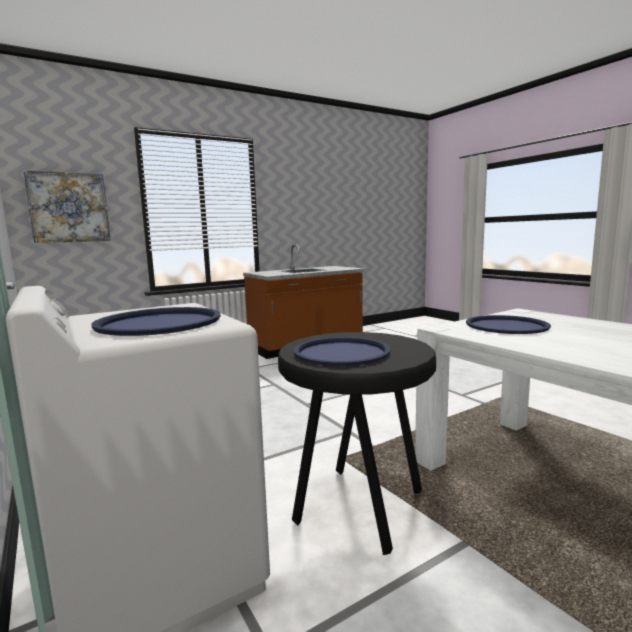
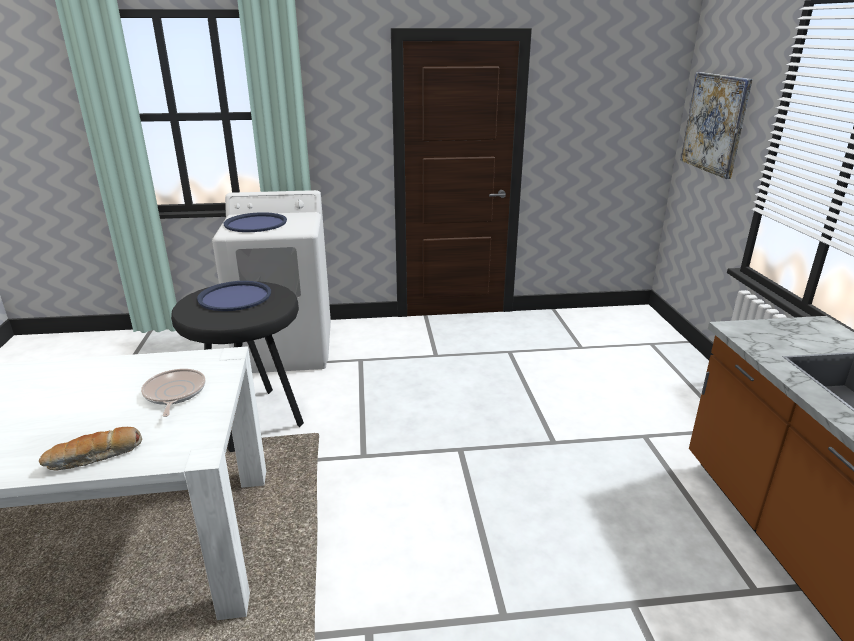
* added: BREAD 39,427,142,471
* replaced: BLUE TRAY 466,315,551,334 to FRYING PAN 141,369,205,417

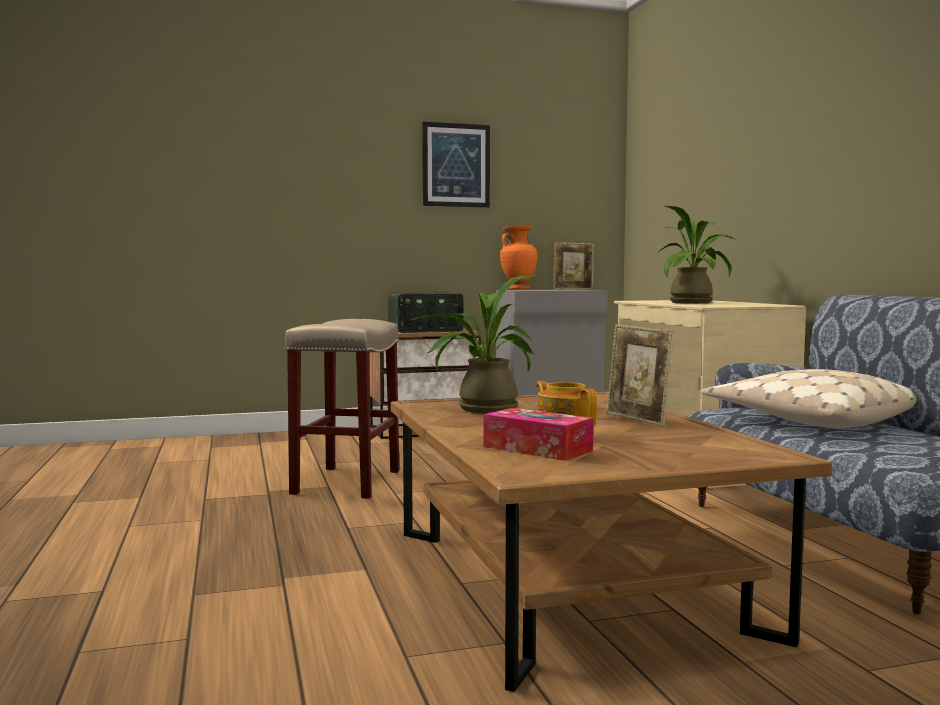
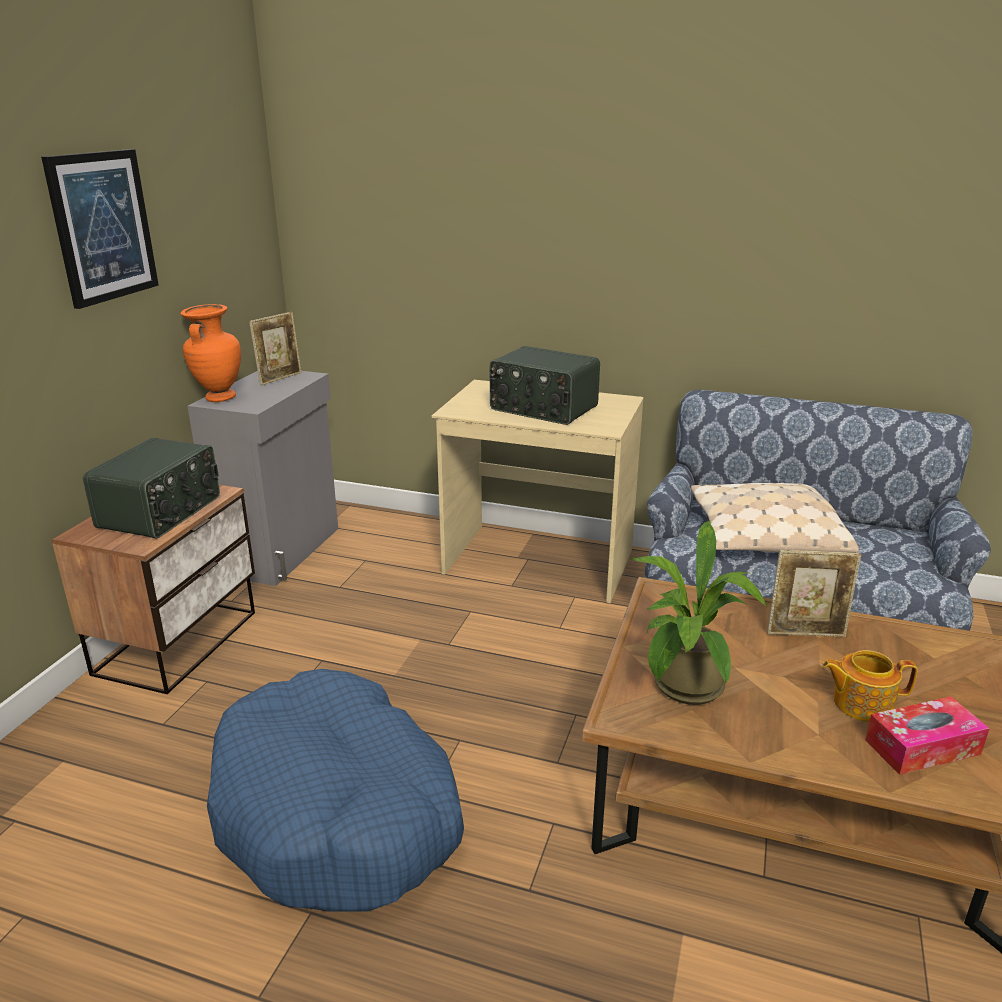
* replaced: BEIGE STOOL 285,319,399,499 to BLUE DOG BED 207,669,464,912
* replaced: POTTED PLANT 658,206,738,304 to RADIO 490,346,600,425

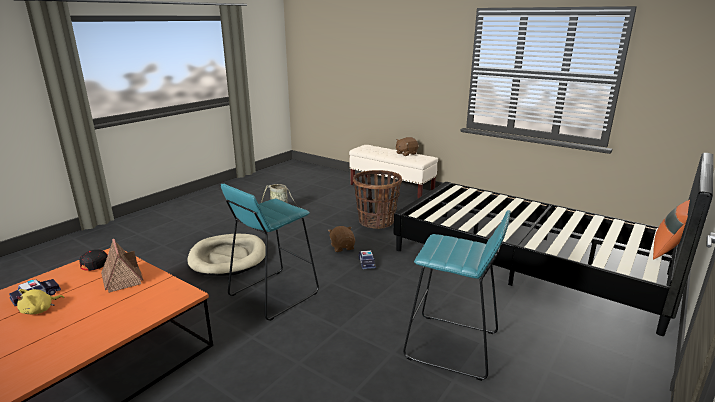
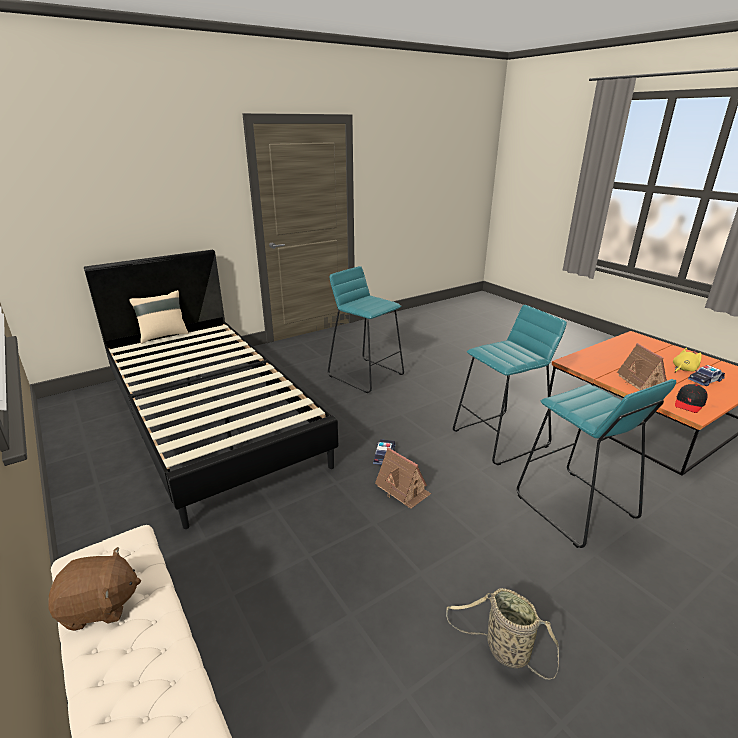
* recoloured: ORANGE PILLOW 653,200,690,259 to BEIGE PILLOW 129,290,189,344
* replaced: BROWN PLUSH TOY 328,226,355,252 to TOY HOUSE 375,447,431,509
* replaced: BEIGE DOG BED 187,234,266,276 to TURQUOISE STOOL 517,379,676,548
* removed: BASKET 353,170,402,229

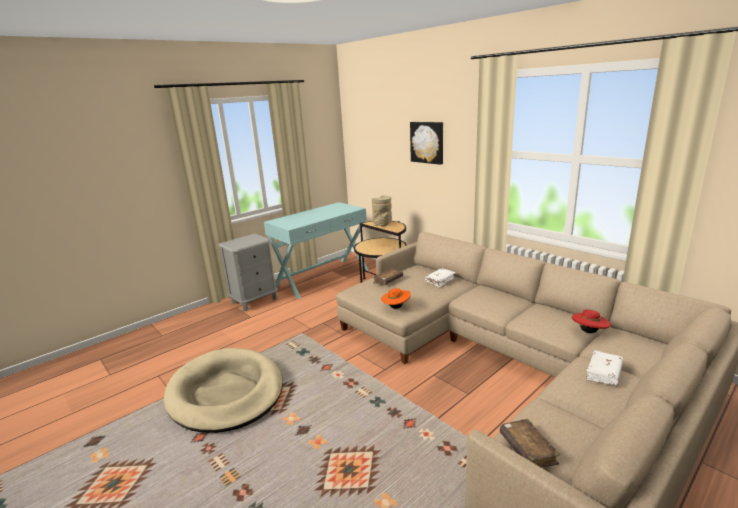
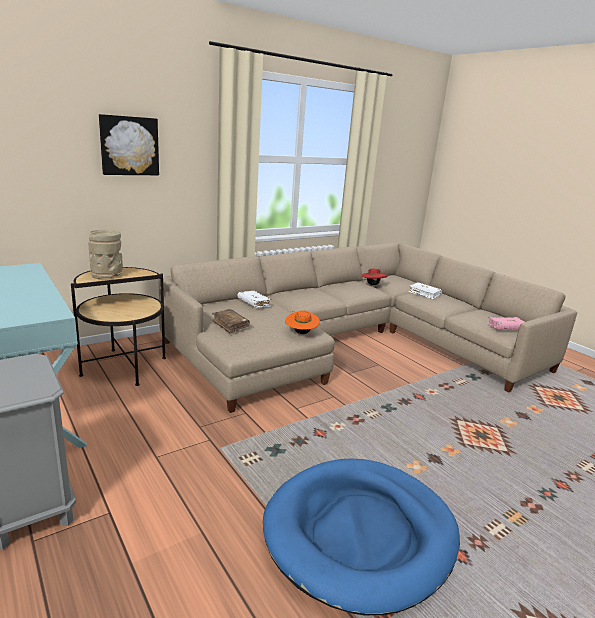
* recoloured: BEIGE DOG BED 164,348,283,433 to BLUE DOG BED 263,459,460,615
* recoloured: BROWN BOOK 500,419,561,468 to PINK BOOK 487,317,524,329

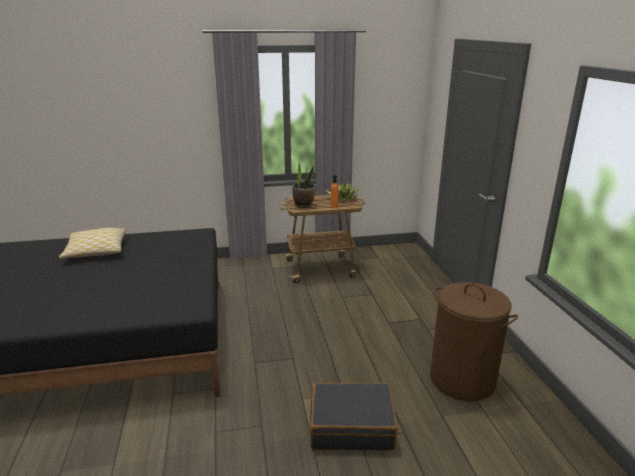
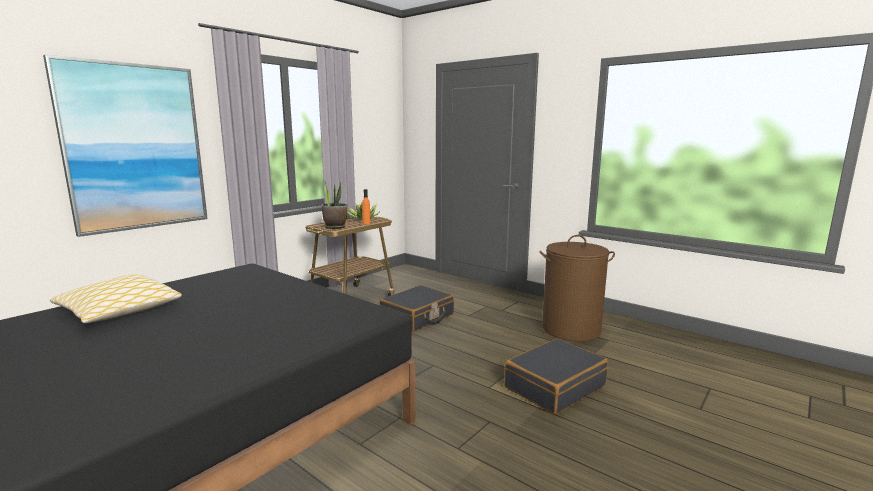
* added: PICTURE 43,55,208,237
* added: BLACK SUITCASE 380,285,454,332

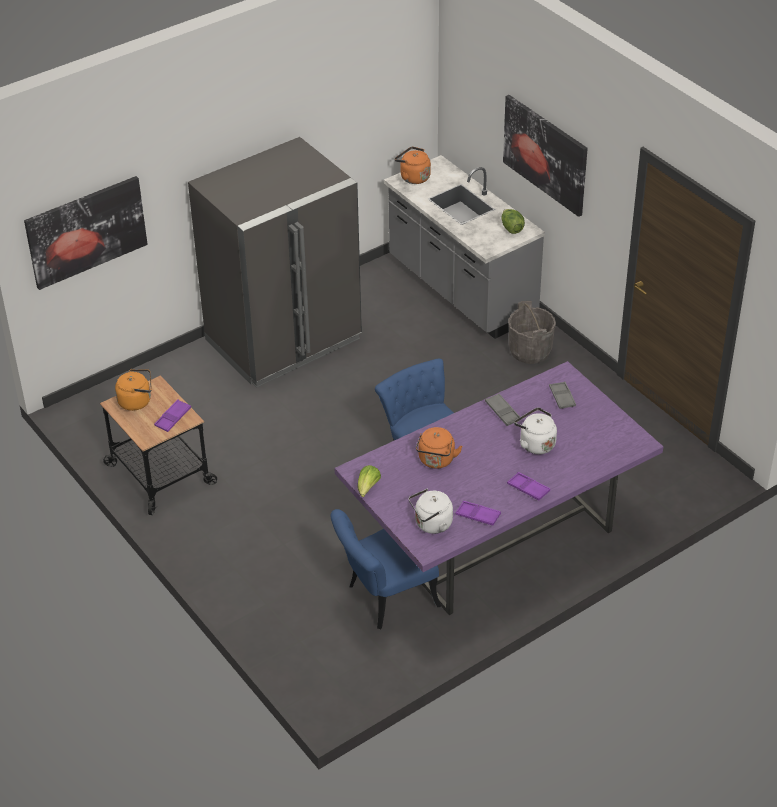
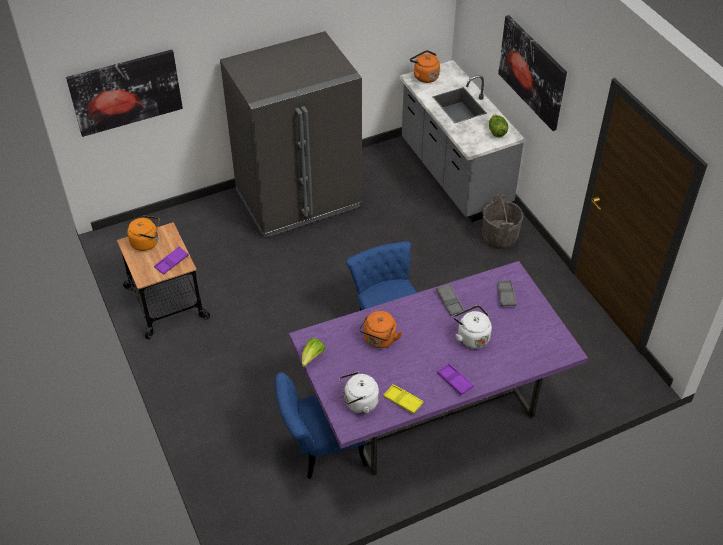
* recoloured: PURPLE TRAY 455,501,501,525 to YELLOW TRAY 383,384,424,414

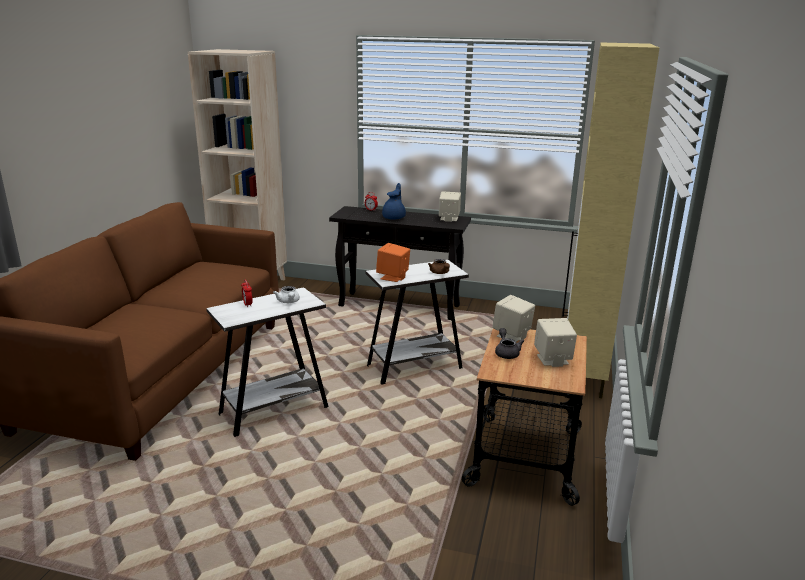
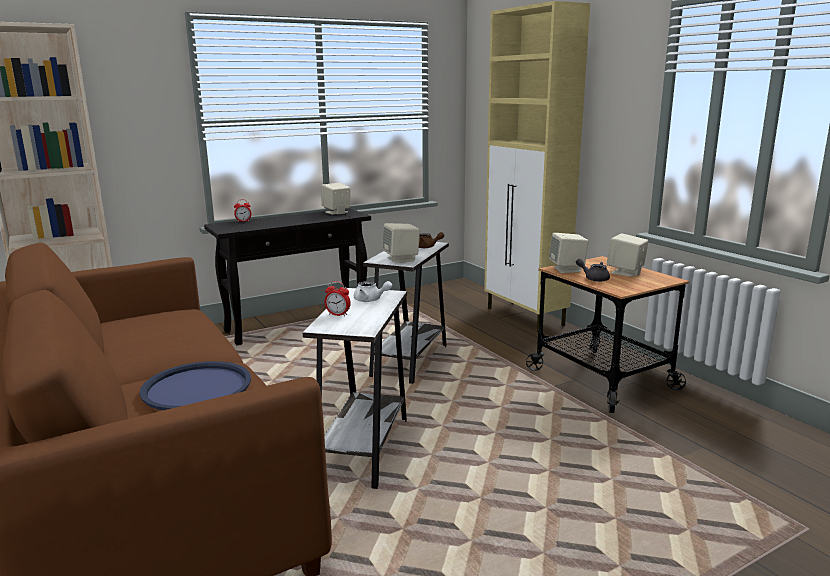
* added: BLUE TRAY 139,361,251,410
* recoloured: ORANGE SPEAKER 376,243,410,282 to BEIGE SPEAKER 382,223,420,263
* removed: BLUE TEAPOT 382,183,406,220

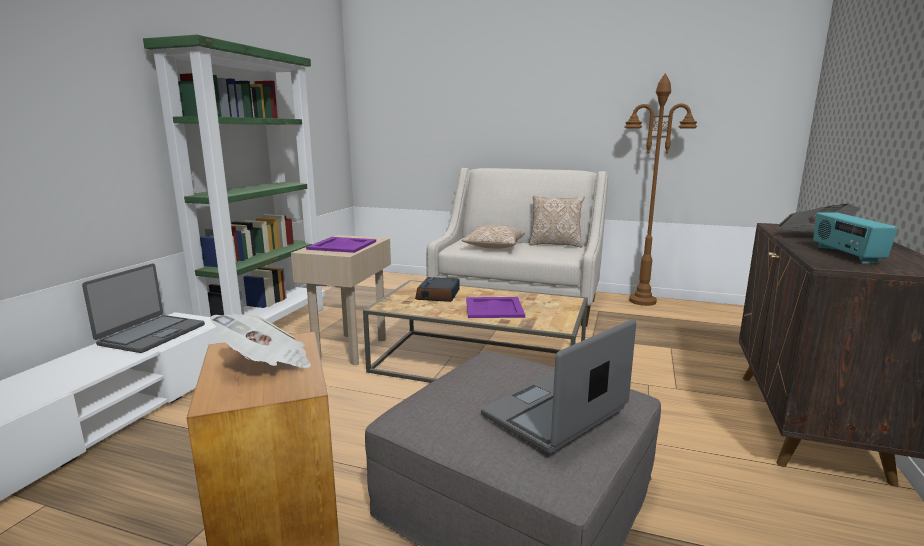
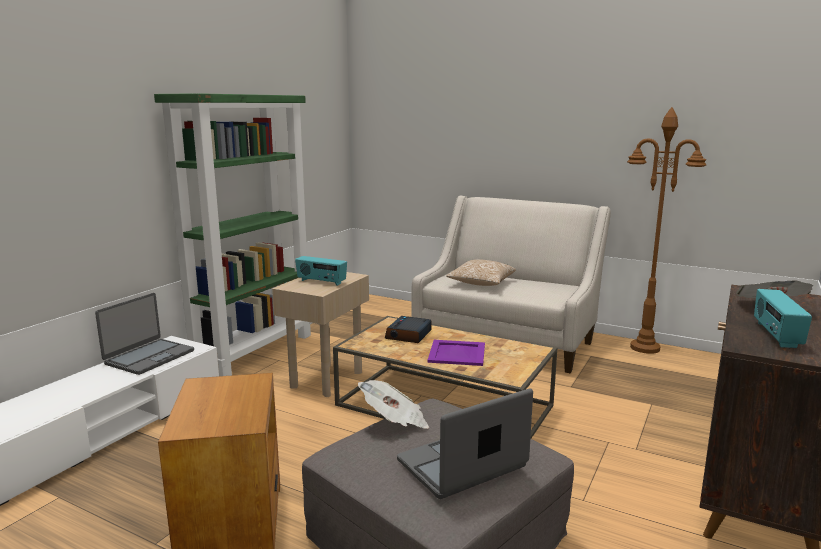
* replaced: PURPLE TRAY 306,237,376,253 to RADIO 295,256,347,286
* moved: NEWSPAPER 210,314,311,368 to 358,380,429,429
* removed: PILLOW 529,196,584,248

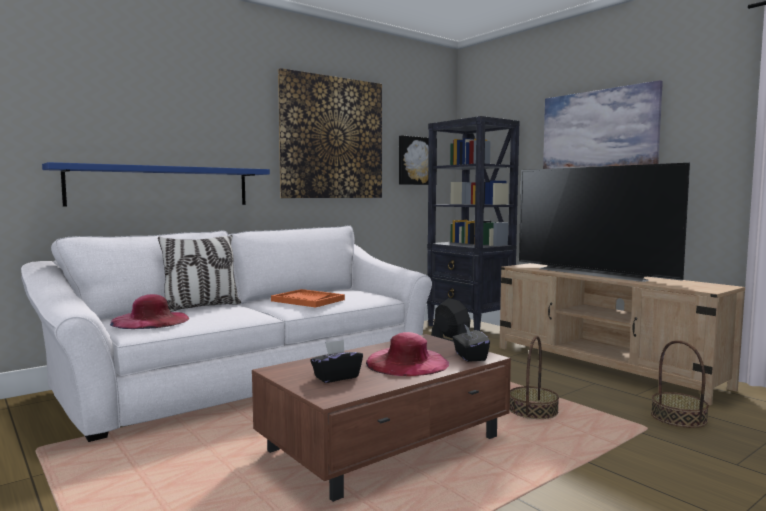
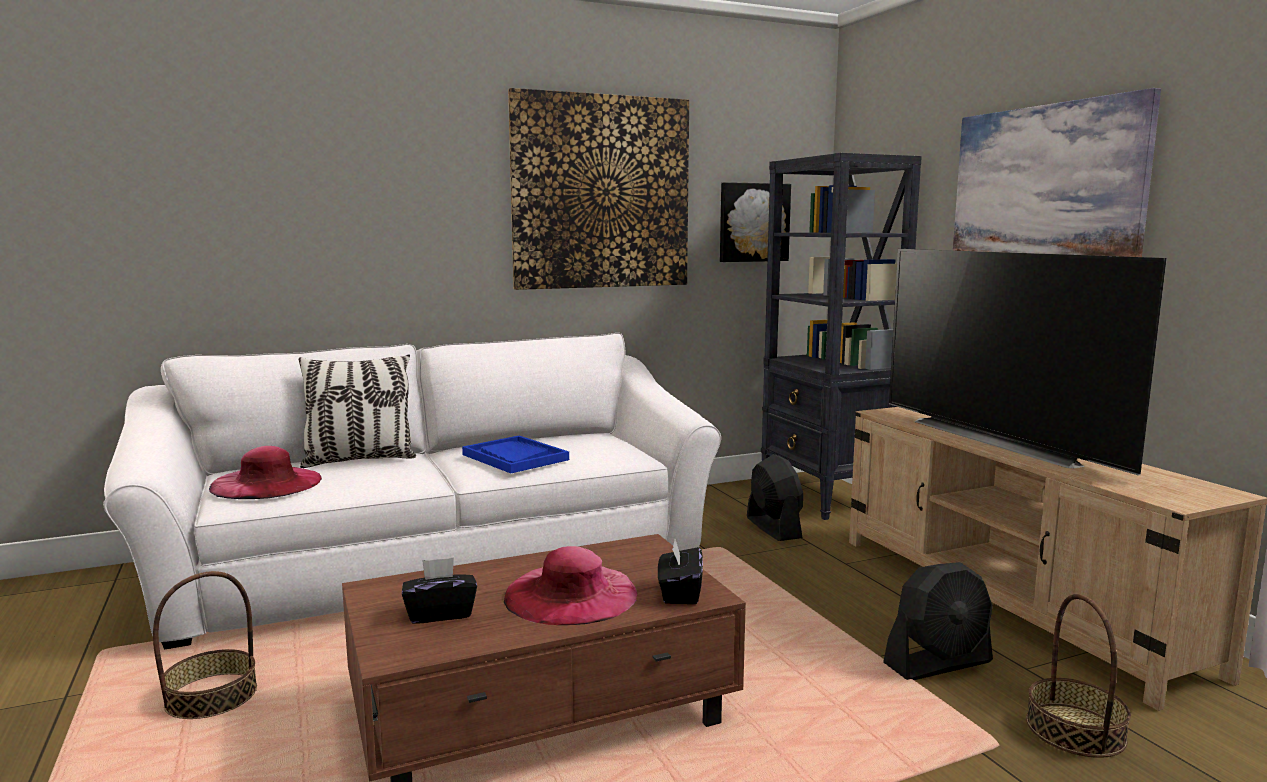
* moved: BASKET 510,336,559,419 to 153,571,257,719
* recoloured: ORANGE TRAY 271,289,345,308 to BLUE TRAY 462,436,569,473
* added: BLACK FAN 883,562,993,680
* removed: BLUE SHELF 42,162,270,207

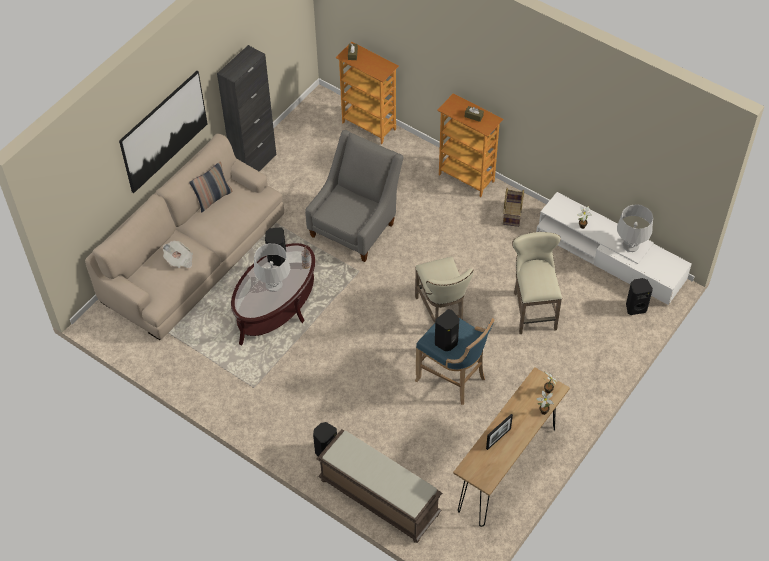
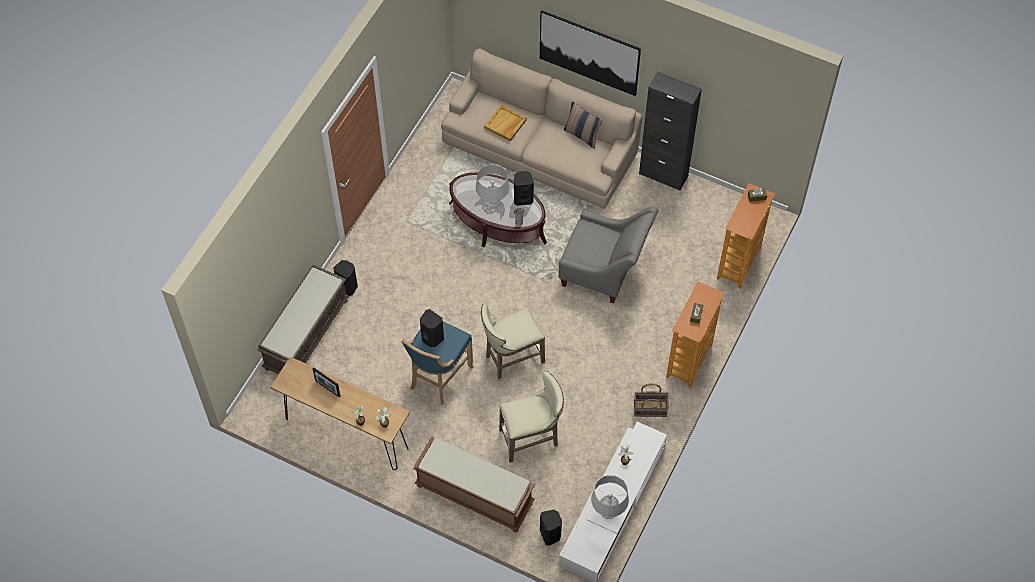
* added: BROWN BENCH 413,437,535,532
* replaced: NEWSPAPER 163,241,193,268 to BEIGE TRAY 484,105,527,142

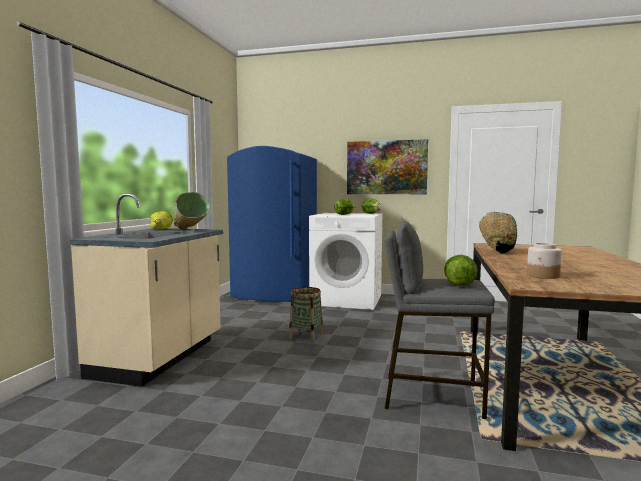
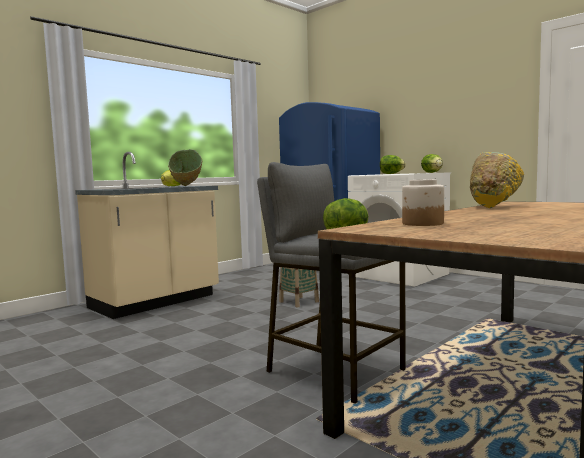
* recoloured: BLACK BOWL 479,212,517,254 to YELLOW BOWL 470,152,524,208
* removed: PICTURE 347,139,428,194

